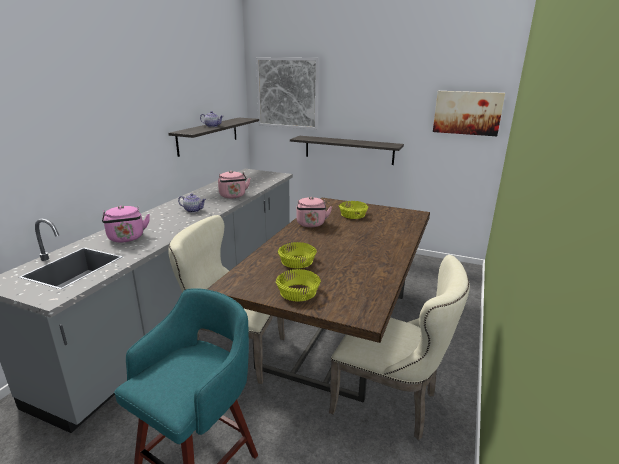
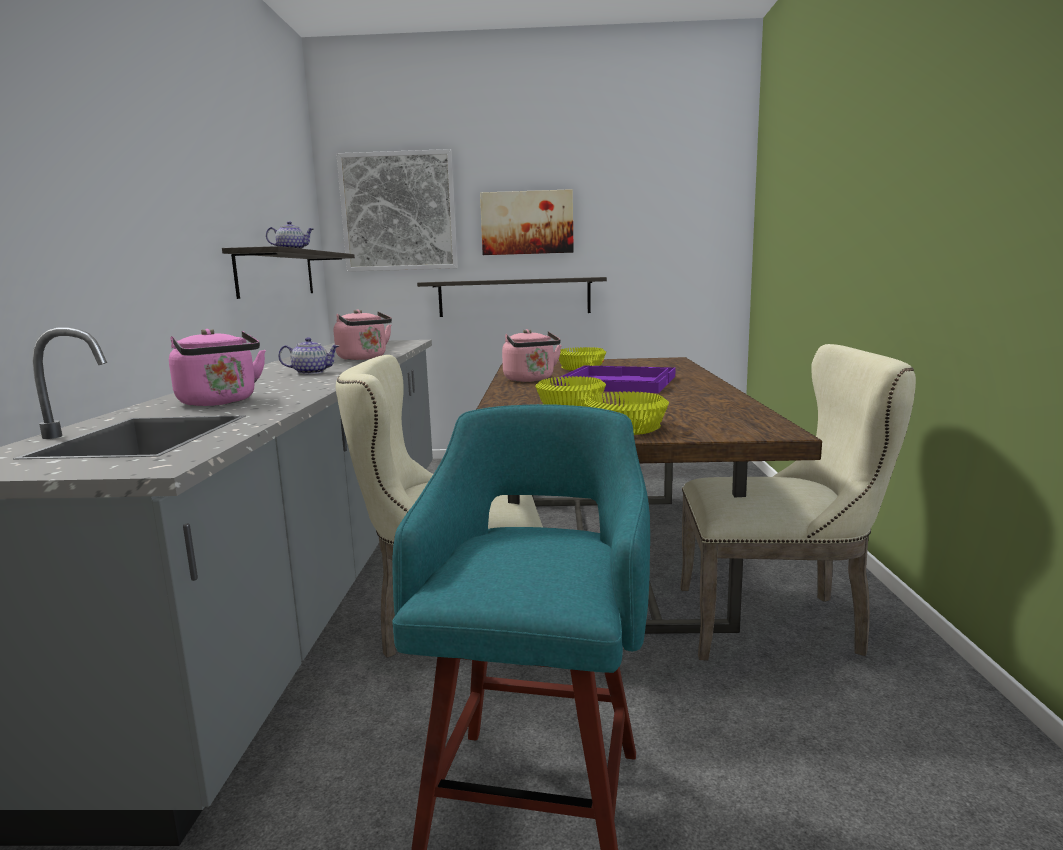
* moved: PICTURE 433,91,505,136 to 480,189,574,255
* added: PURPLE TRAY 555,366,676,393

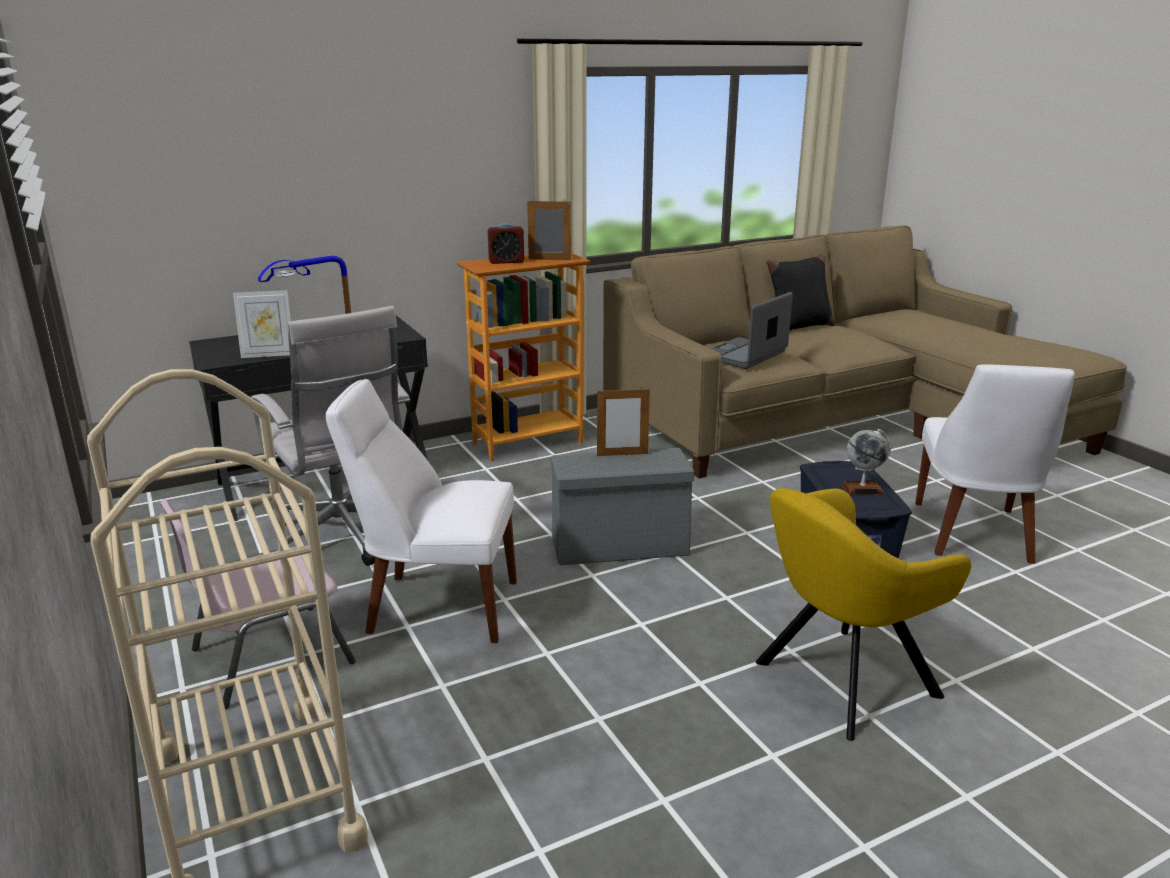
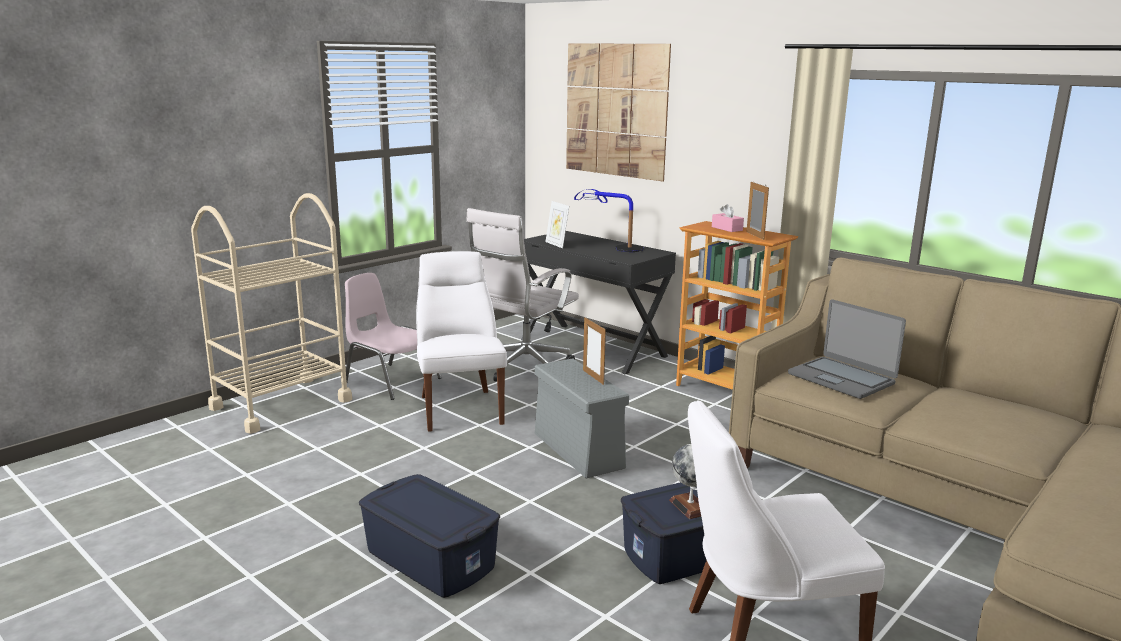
* replaced: YELLOW ARMCHAIR 756,488,971,741 to BLUE STORAGE BOX 359,474,500,598
* added: PICTURE 566,44,671,181
* replaced: ALARM CLOCK 487,223,524,264 to PINK TISSUE BOX 712,204,744,232
* turned: LAPTOP 711,292,793,369 = 788,299,906,399 150 degrees counterclockwise
* removed: BLACK PILLOW 767,253,835,331

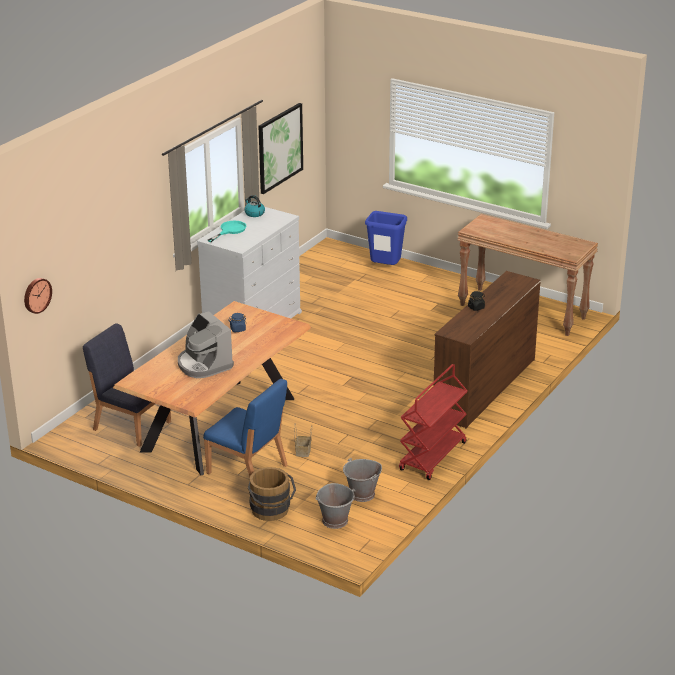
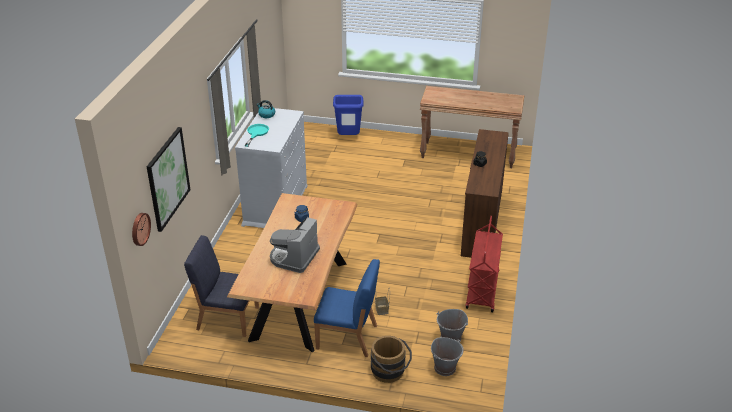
* moved: PICTURE 258,103,303,194 to 147,127,190,232
* turned: COFFEE MACHINE 178,311,234,378 = 270,217,320,273 75 degrees clockwise

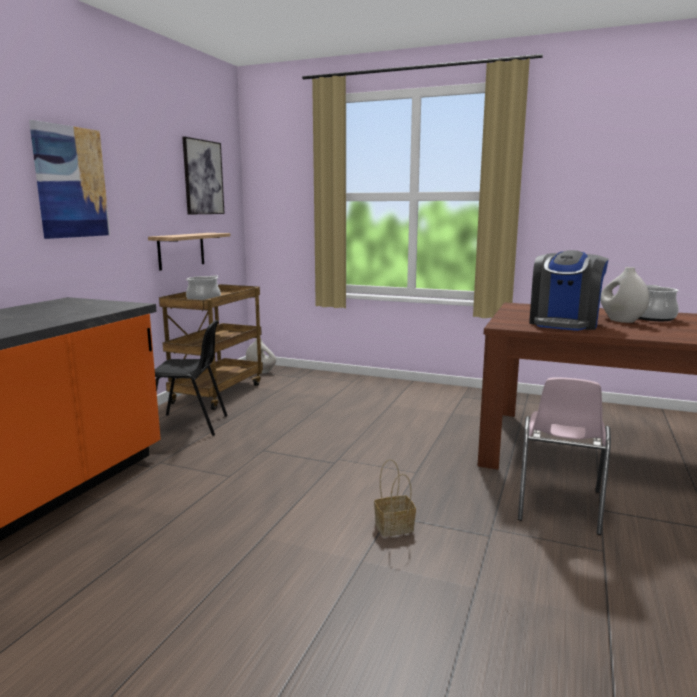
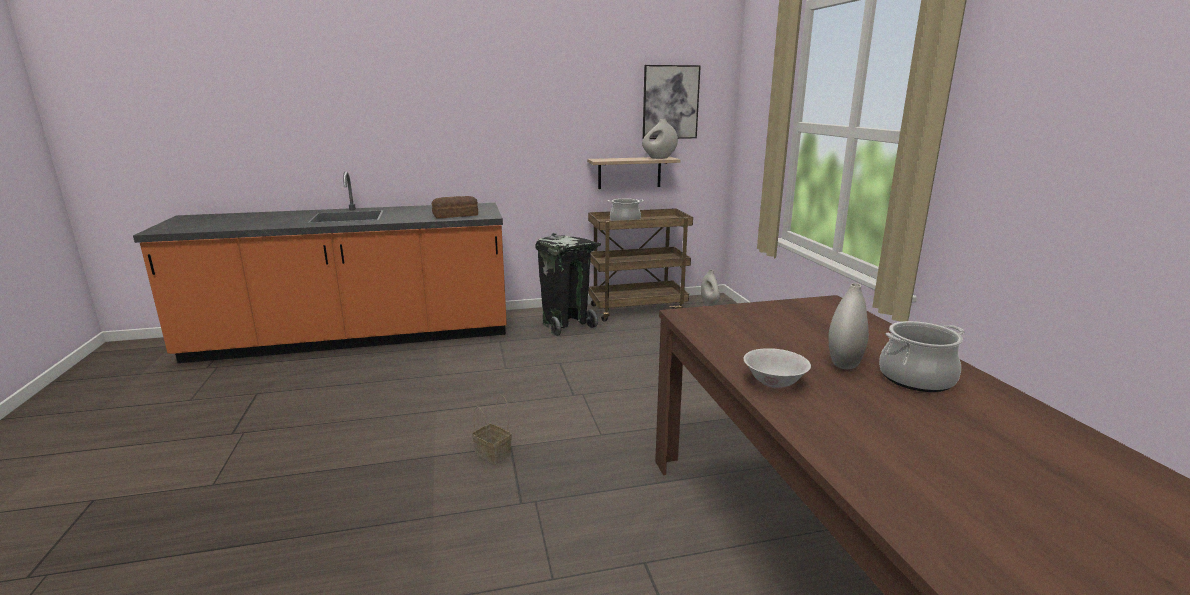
* added: BREAD 432,196,478,219
* replaced: BLACK CHAIR 155,320,228,436 to BLACK TRASH CAN 535,233,601,338
* added: WHITE VASE 642,119,678,159
* added: WHITE BOWL 743,348,811,389
* removed: PICTURE 29,120,110,239
* removed: PINK CHAIR 518,377,611,535
* removed: COFFEE MACHINE 529,250,609,331

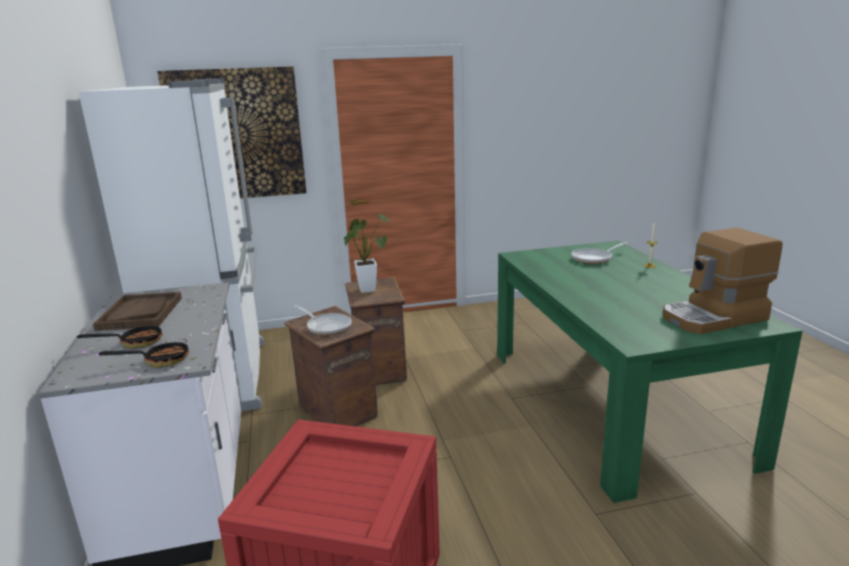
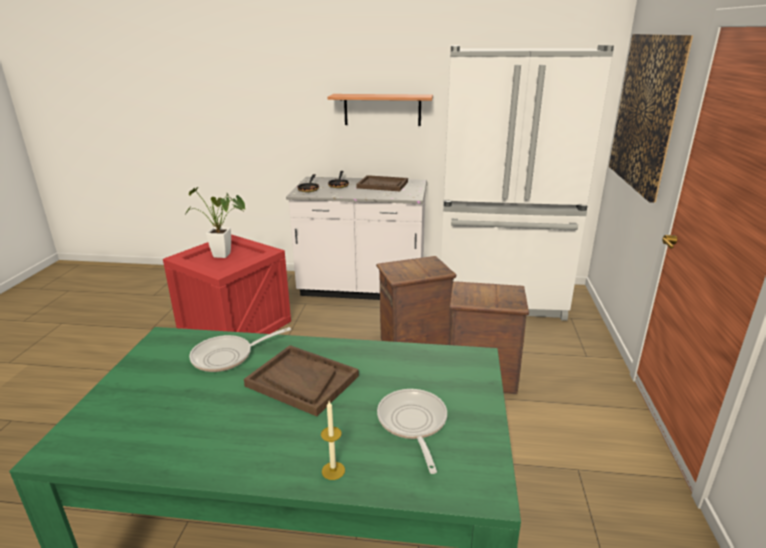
* moved: POTTED PLANT 344,214,389,293 to 186,187,245,258
* moved: FRYING PAN 294,305,352,335 to 189,327,291,372
* added: BROWN TRAY 244,345,359,416
* added: SHELF 327,94,433,126
* removed: COFFEE MACHINE 663,228,783,334

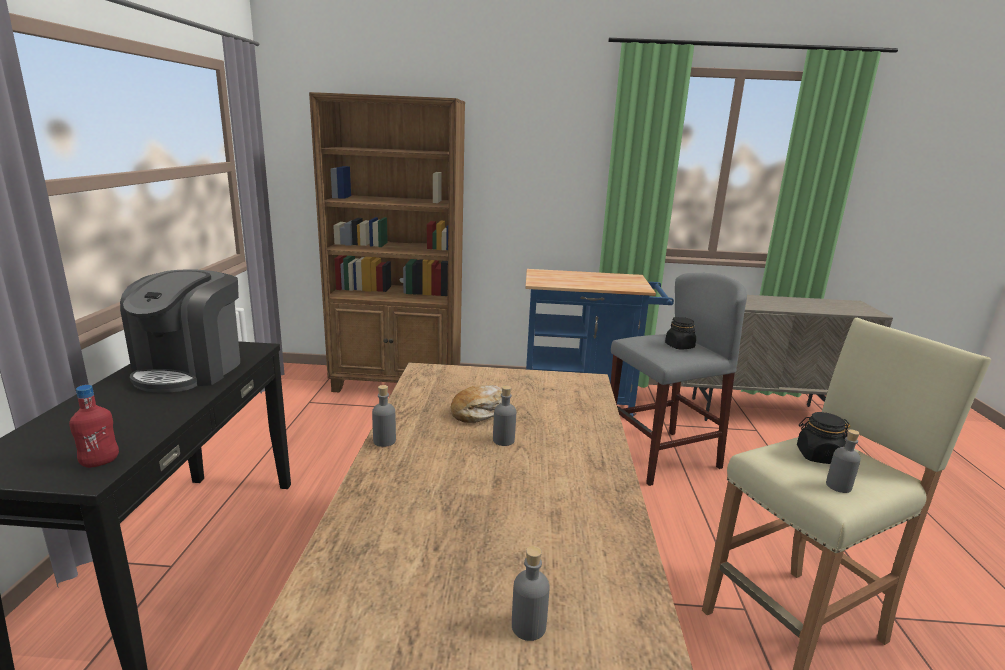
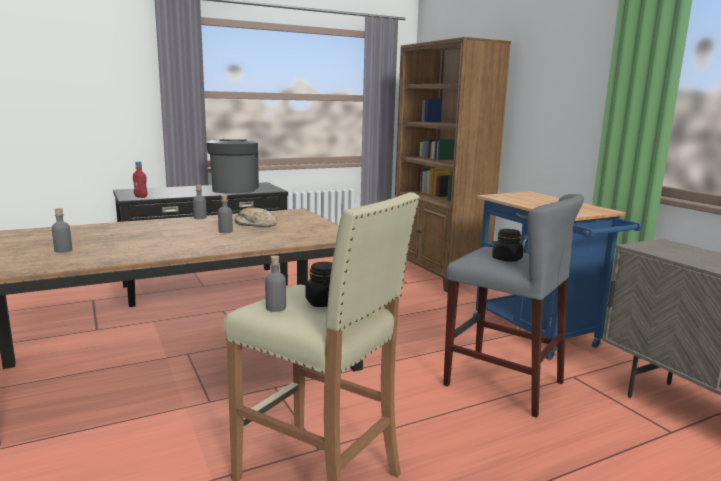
* turned: COFFEE MACHINE 120,270,240,392 = 206,139,259,194 105 degrees clockwise

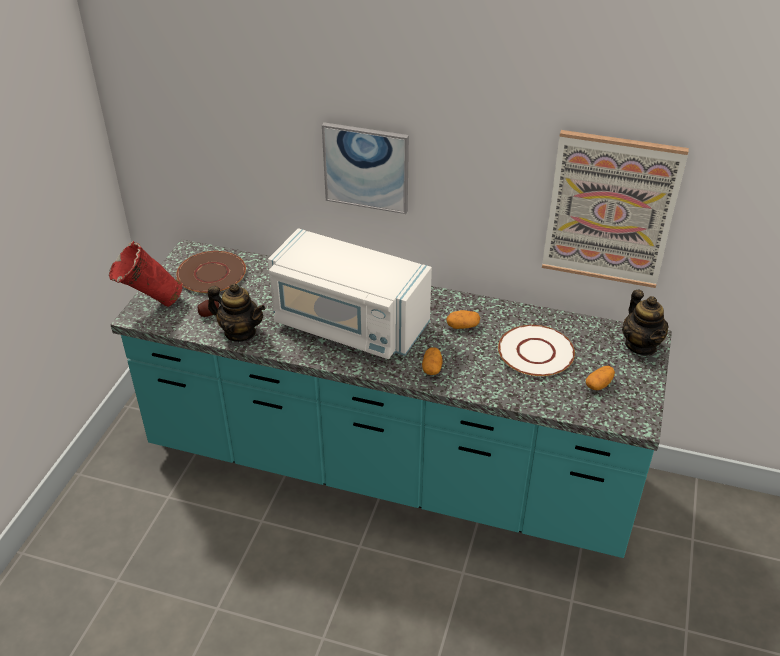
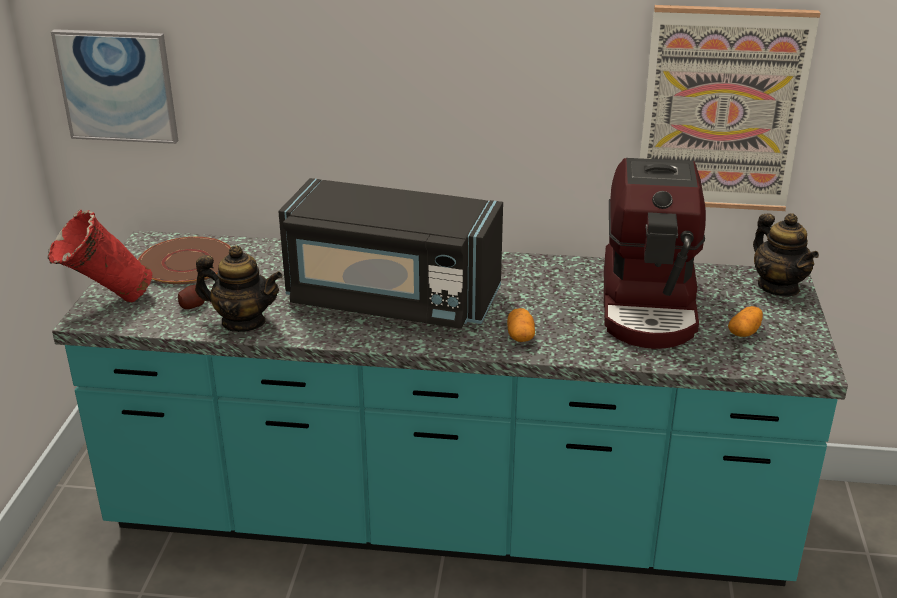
* moved: PICTURE 322,122,409,214 to 51,29,178,144
* recoloured: WHITE MICROWAVE 268,228,432,359 to BLACK MICROWAVE 278,178,503,329
* replaced: WHITE PLATE 498,325,575,376 to COFFEE MACHINE 604,158,706,349
* removed: POTATO 446,310,480,329

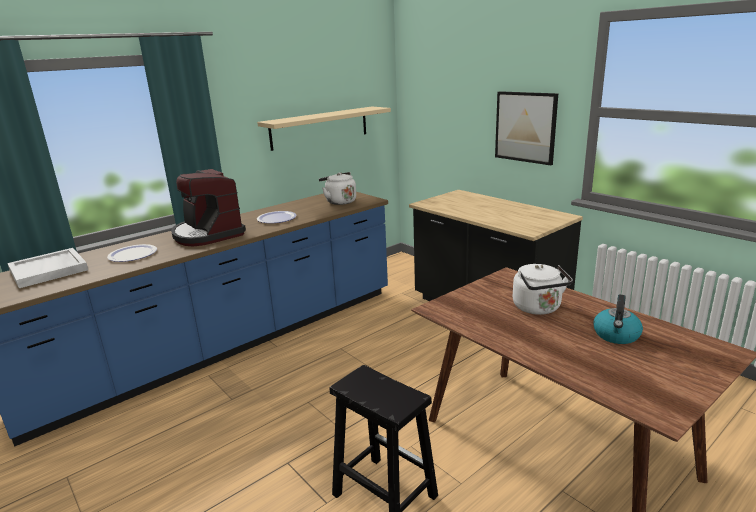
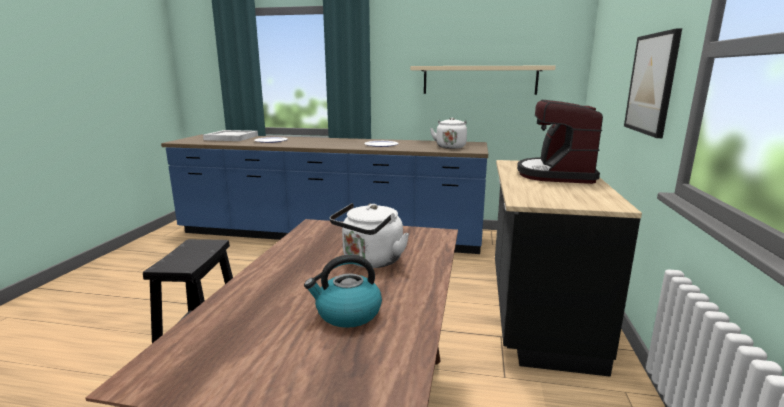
* moved: COFFEE MACHINE 171,169,246,246 to 517,100,603,184

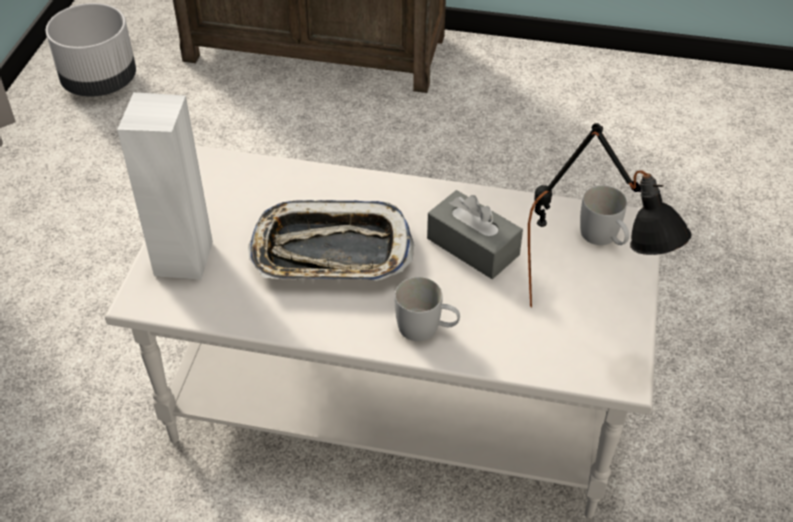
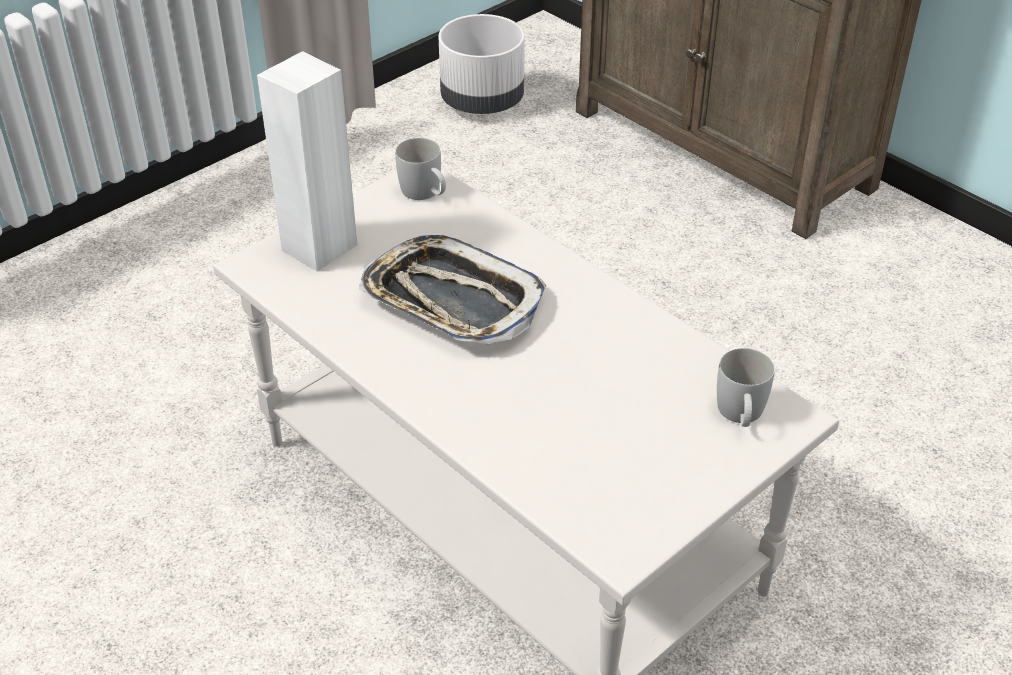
* moved: WHITE MUG 395,277,460,341 to 395,138,446,200
* removed: GREY TISSUE BOX 427,190,523,279
* removed: BLACK TABLE LAMP 528,123,692,308

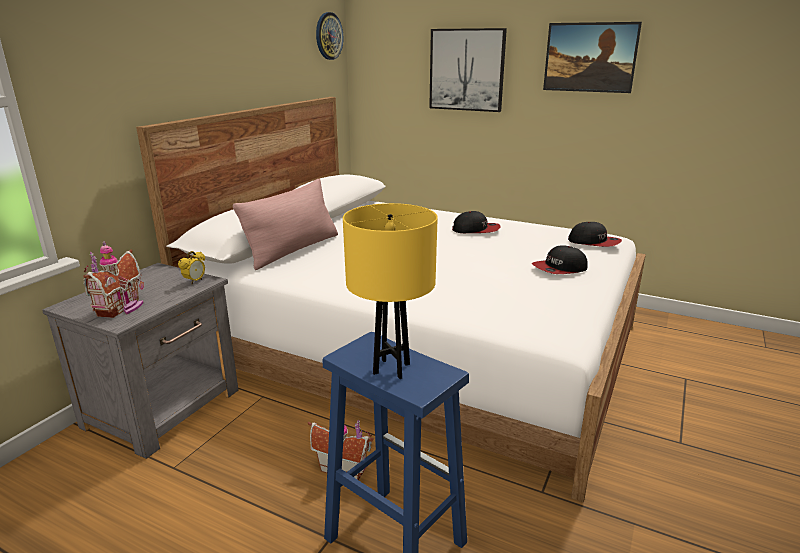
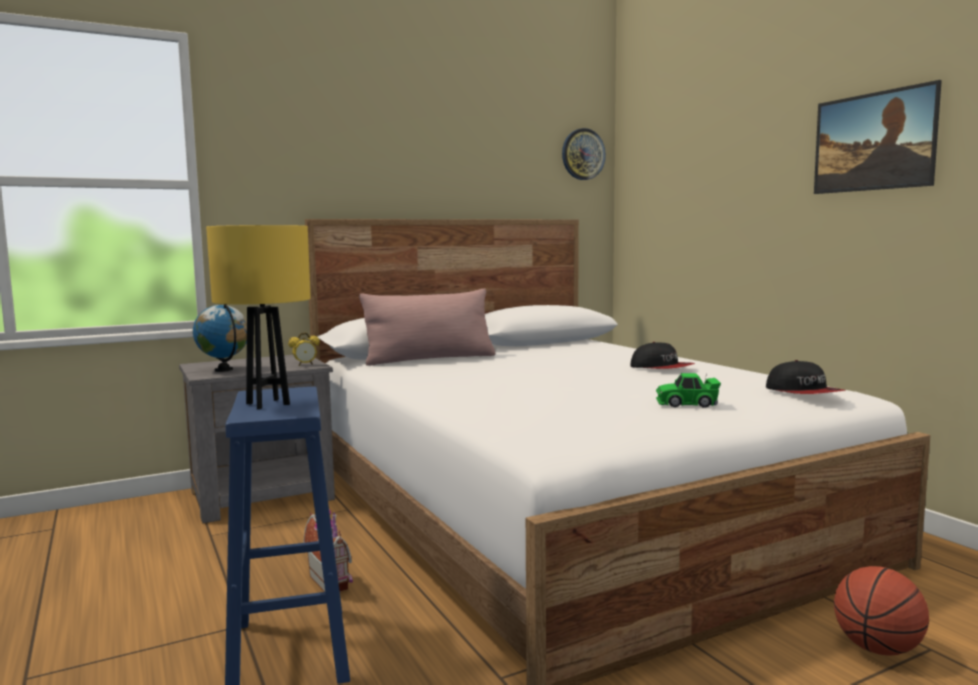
* replaced: TOY HOUSE 83,241,144,318 to GLOBE 193,304,247,372
* replaced: CAP 532,245,588,274 to GREEN TOY CAR 656,373,721,408
* added: BASKETBALL 834,566,929,656
* removed: PICTURE 429,28,507,112

